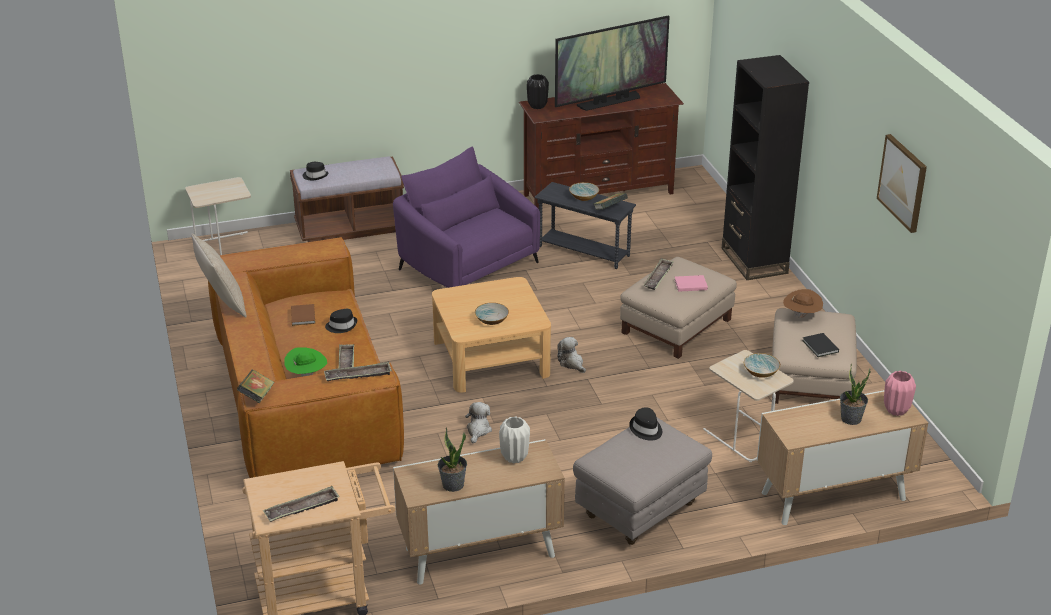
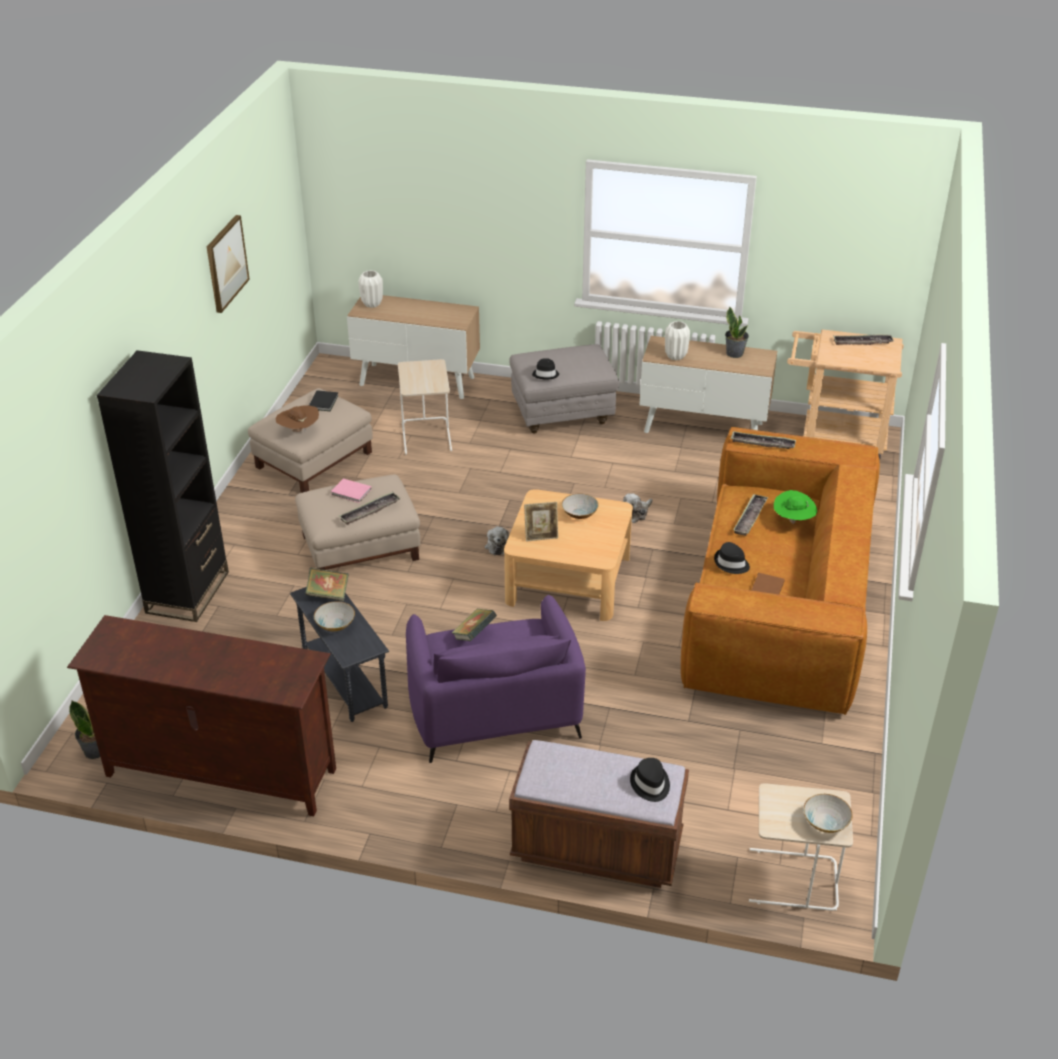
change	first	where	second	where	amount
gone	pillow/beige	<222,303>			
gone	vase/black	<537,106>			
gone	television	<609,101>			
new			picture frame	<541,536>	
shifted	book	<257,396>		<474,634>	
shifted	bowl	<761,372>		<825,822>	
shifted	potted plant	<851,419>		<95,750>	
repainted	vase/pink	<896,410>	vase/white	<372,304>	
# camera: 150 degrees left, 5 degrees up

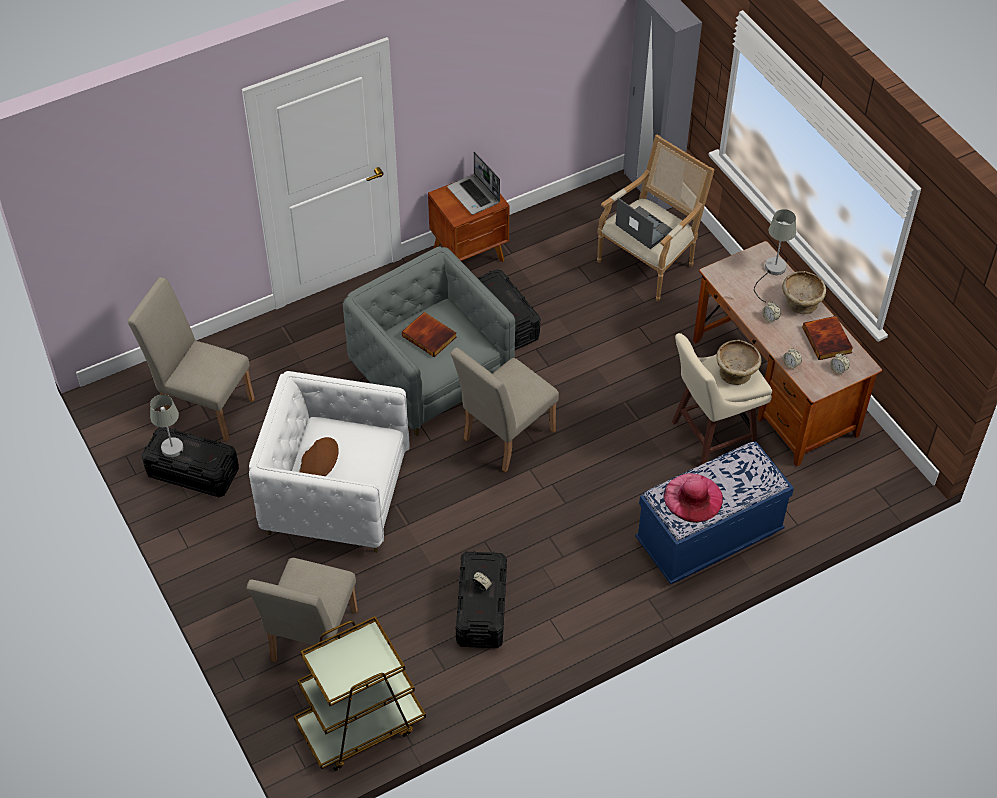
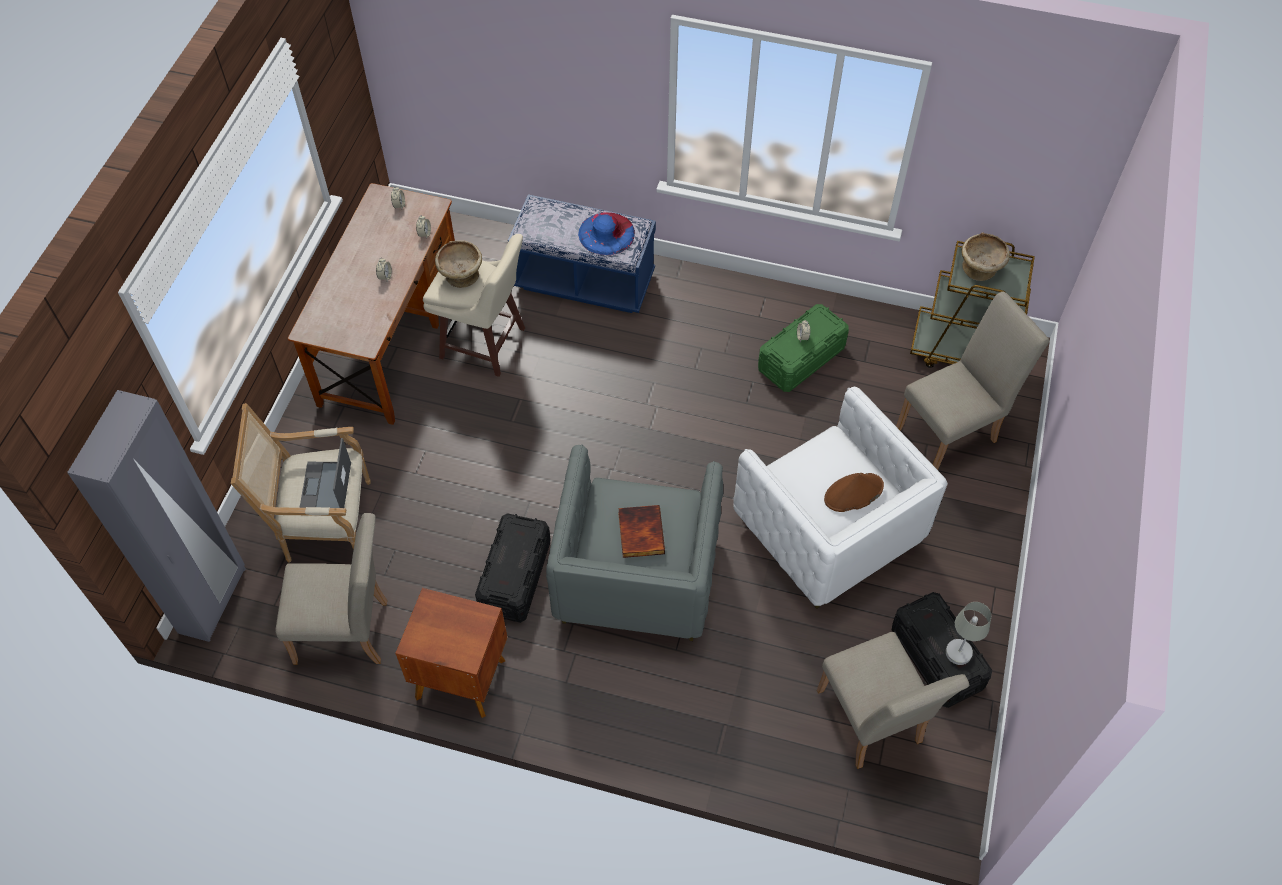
change	first	where	second	where	amount
gone	laptop	<474,195>			
gone	table lamp/grey	<772,271>			
gone	book	<828,340>			
shifted	chair/beige	<503,438>		<349,633>	
shifted	bowl/beige	<801,303>		<980,268>	
repainted	storage box/black	<481,609>	storage box/green	<801,358>	
repainted	hat/pink	<693,497>	hat/blue	<606,233>	
# camera: 135 degrees left, 5 degrees up

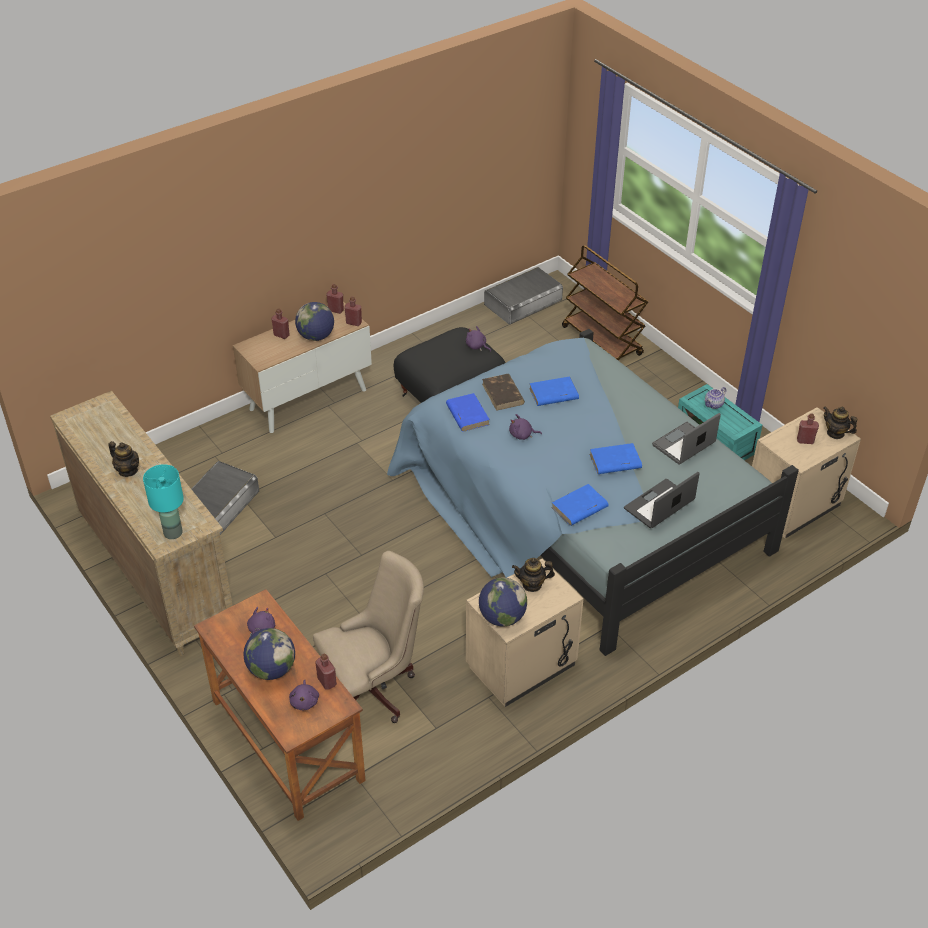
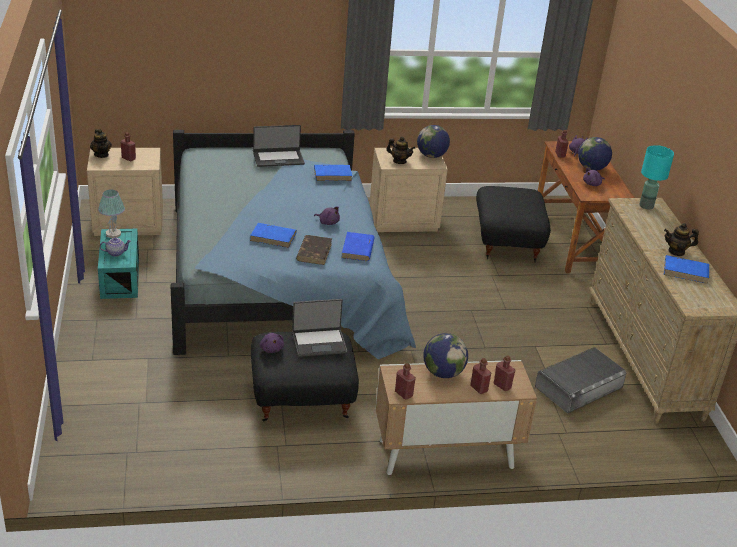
change	first	where	second	where	amount
gone	storage box/grey	<523,302>			
gone	cart/brown	<602,341>			
new			table lamp	<113,234>	
shifted	bottle/red	<353,323>		<502,386>	
shifted	book/blue	<614,461>		<686,271>	
shifted	laptop	<684,445>		<319,342>	
swapped	office chair/beige	<373,689>	ottoman/black	<506,242>	
rotated	teapot	<128,470>		<676,251>	60 degrees counterclockwise
# camera: 155 degrees left, 10 degrees down

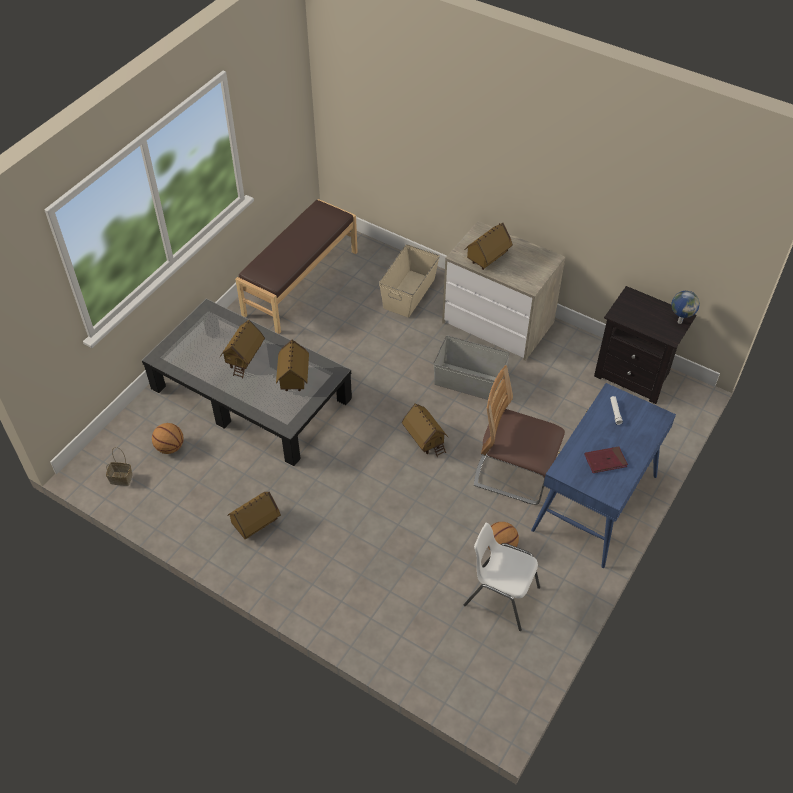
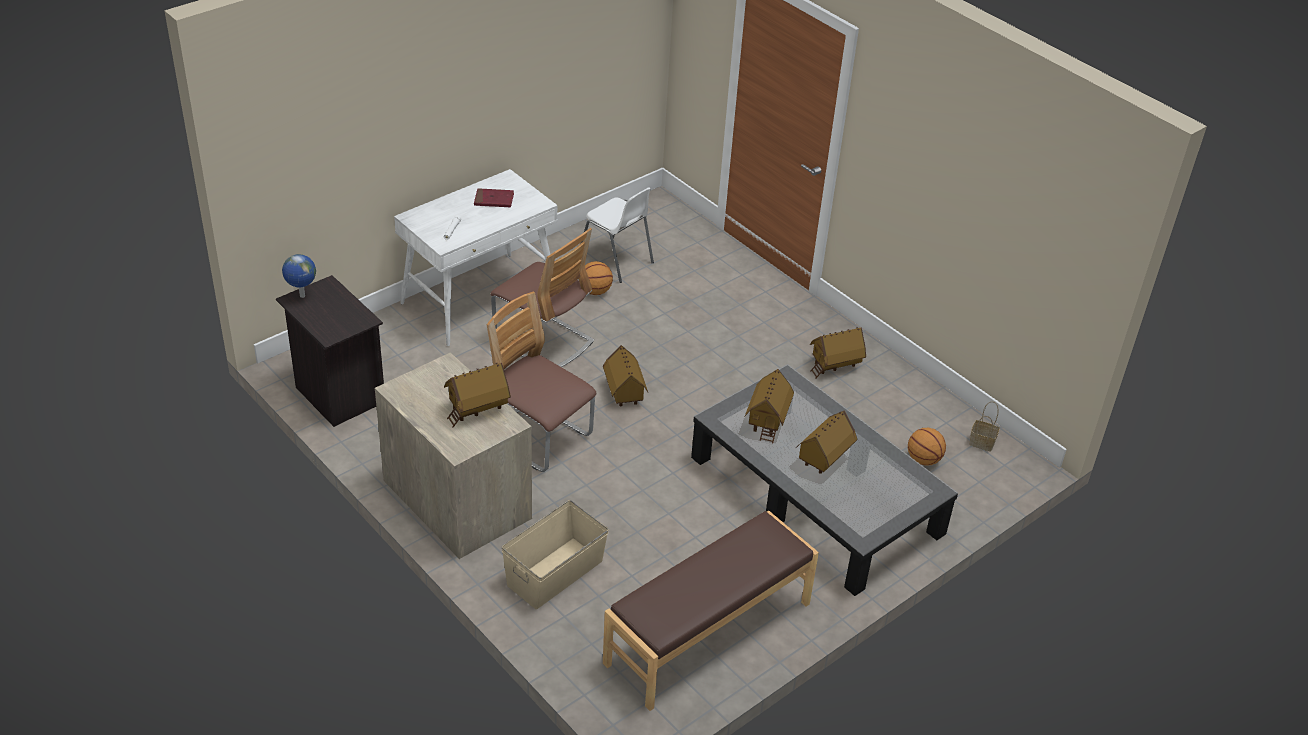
change	first	where	second	where	amount
swapped	storage box/grey	<469,382>	chair	<538,438>	
repainted	desk/blue	<595,504>	desk/white	<480,298>	
# camera: 165 degrees left, 10 degrees down

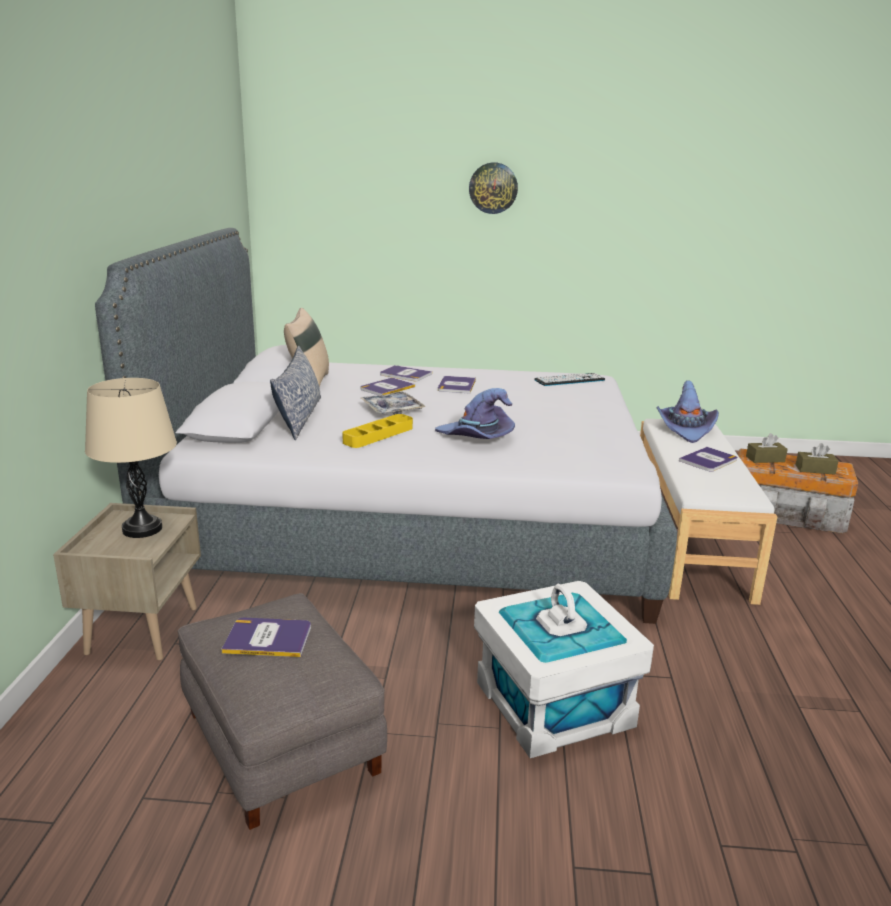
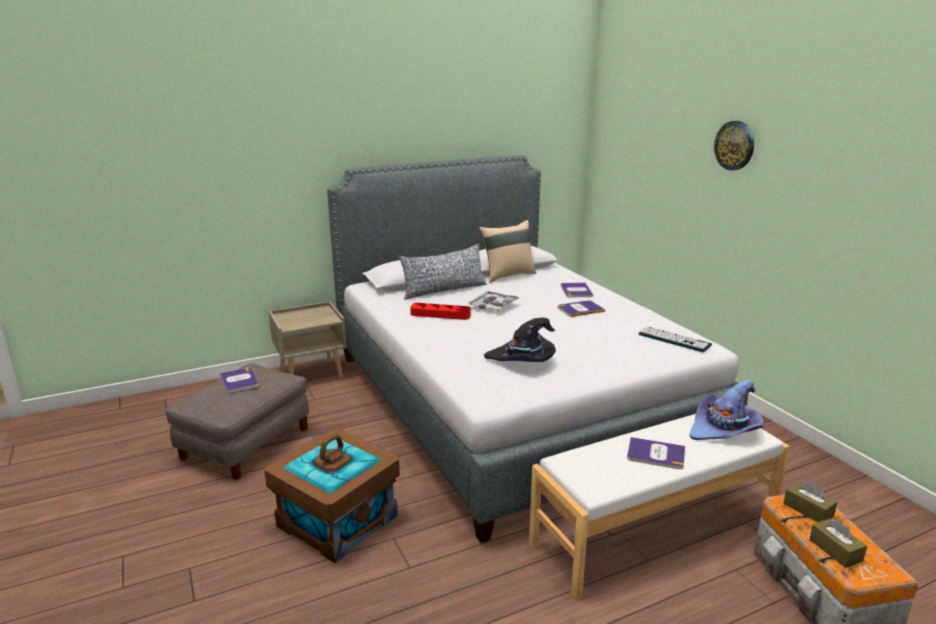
change	first	where	second	where	amount
gone	table lamp/beige	<142,529>			
gone	book	<387,388>			
gone	hat/purple	<476,438>			
new			hat/black	<522,360>	
repainted	tray/yellow	<378,435>	tray/red	<440,314>	
repainted	storage box/white	<553,704>	storage box/brown	<337,520>	
# camera: 60 degrees right, 0 degrees up

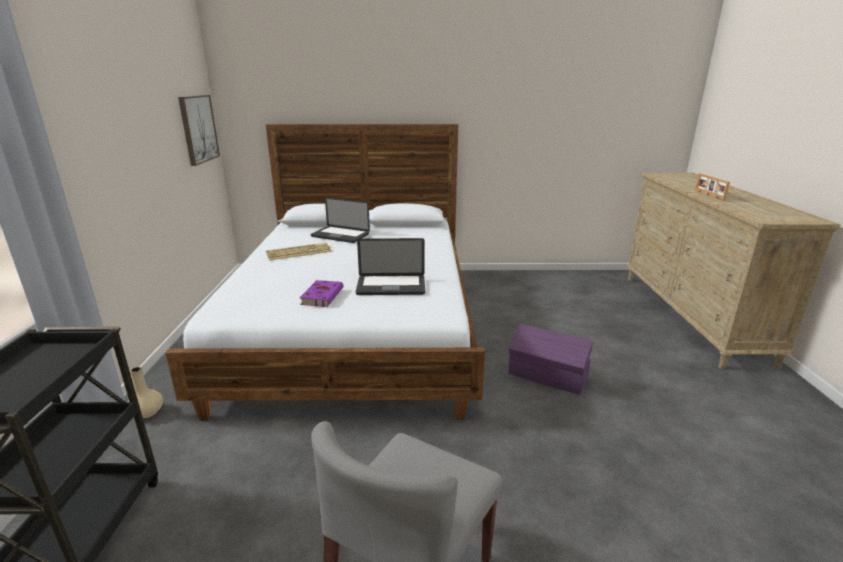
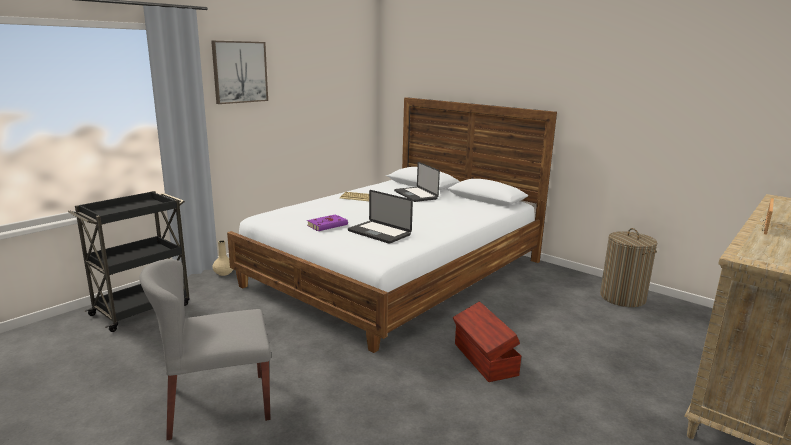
change	first	where	second	where	amount
new			laundry basket	<622,297>	
shifted	picture	<198,129>		<240,72>	
repainted	storage box/purple	<548,376>	storage box/brown	<484,359>	
# camera: 40 degrees right, 5 degrees down

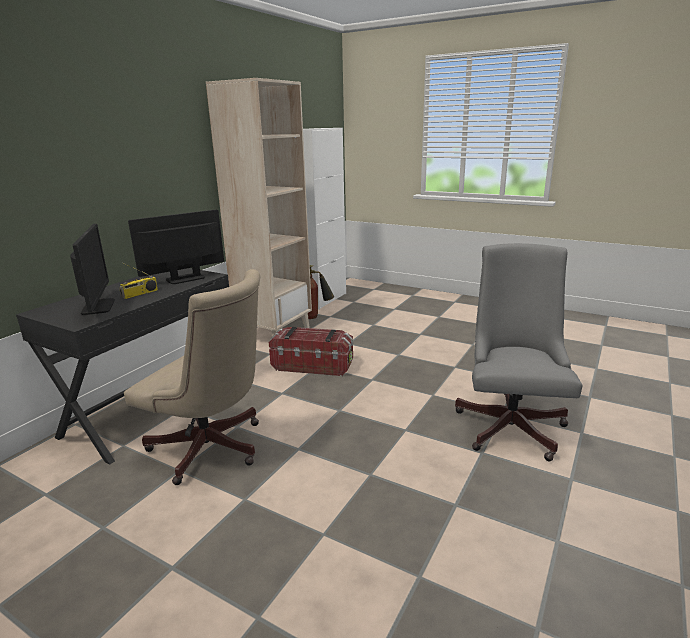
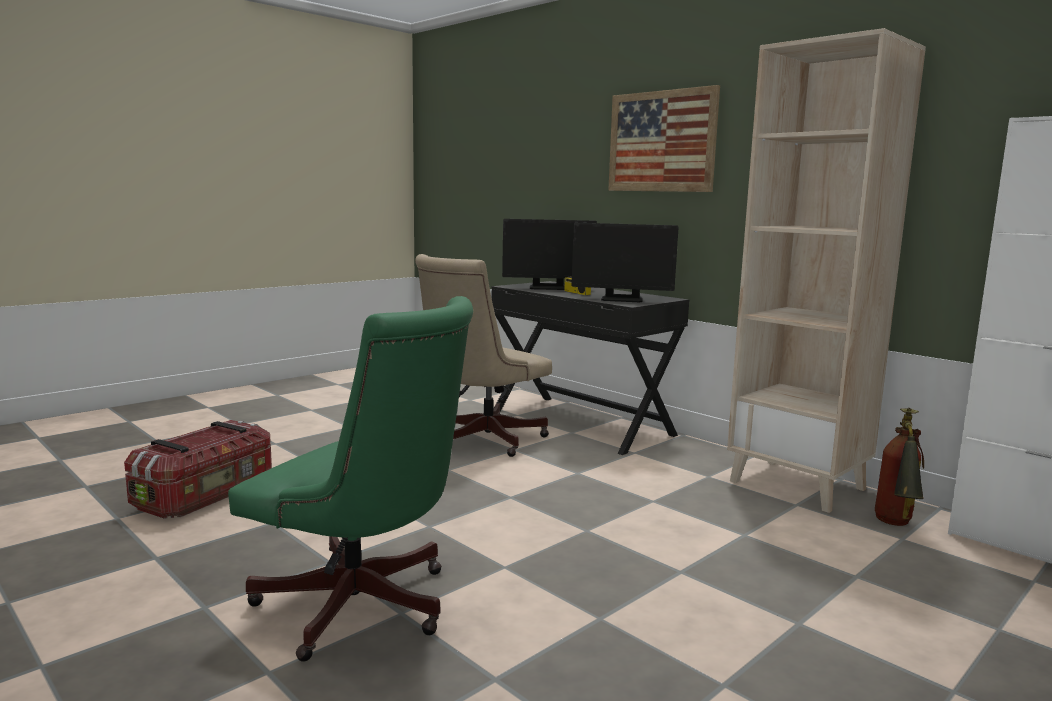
change	first	where	second	where	amount
new			picture	<661,141>	
shifted	storage box	<313,365>		<207,495>	
repainted	office chair/grey	<511,424>	office chair/green	<364,609>	
rotated	monitor	<185,278>		<622,299>	120 degrees clockwise
# camera: 105 degrees right, 10 degrees down

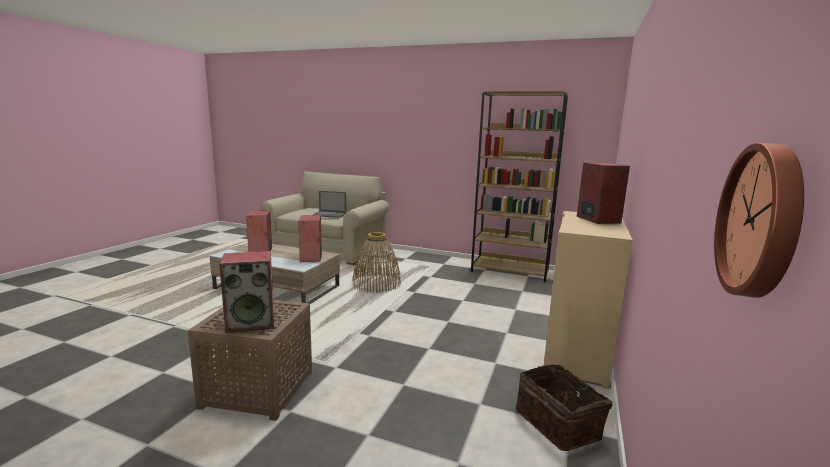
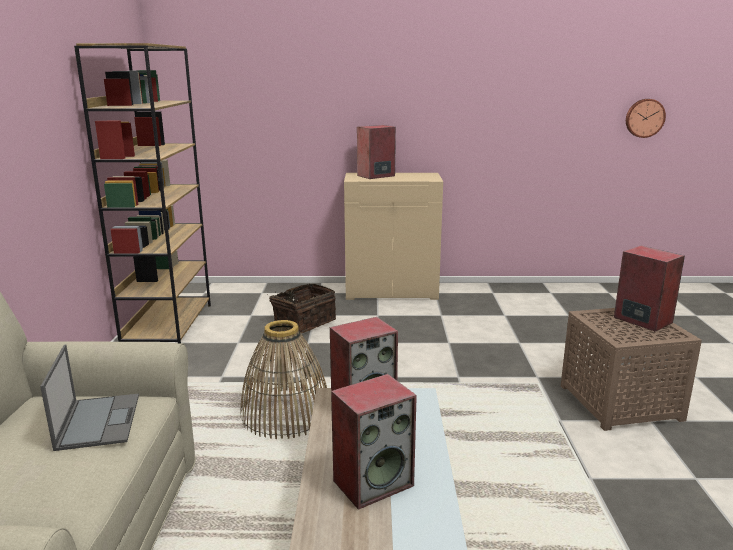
change	first	where	second	where	amount
shifted	basket	<559,423>		<303,323>	
# camera: 110 degrees left, 5 degrees up

